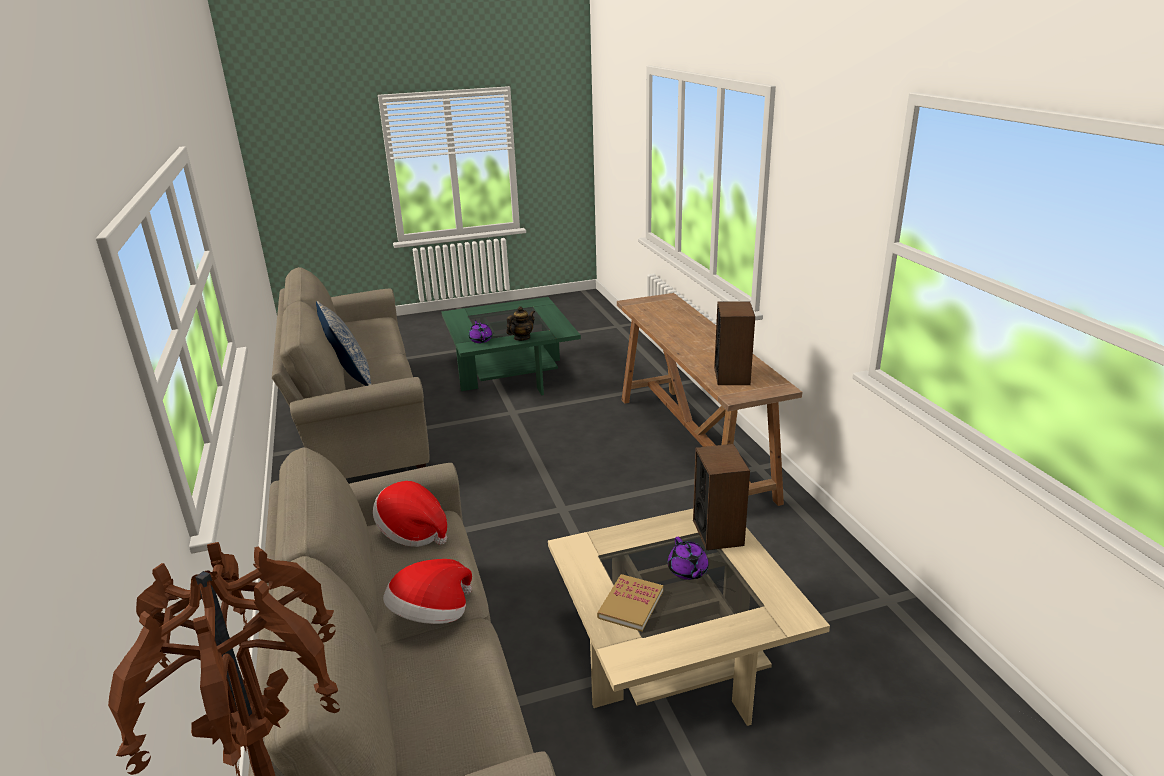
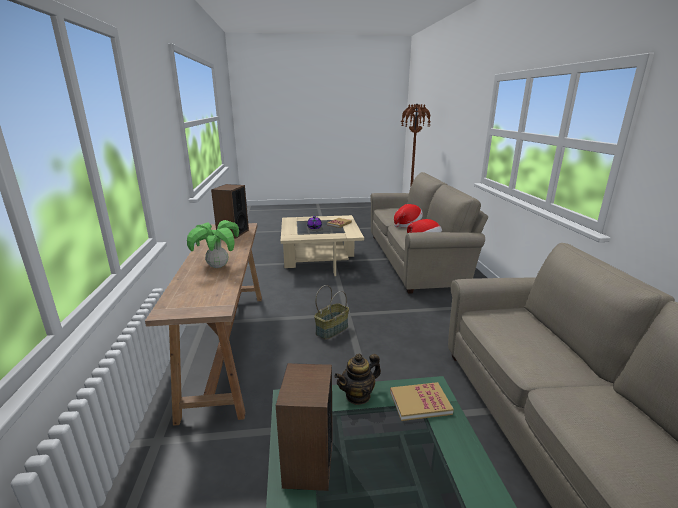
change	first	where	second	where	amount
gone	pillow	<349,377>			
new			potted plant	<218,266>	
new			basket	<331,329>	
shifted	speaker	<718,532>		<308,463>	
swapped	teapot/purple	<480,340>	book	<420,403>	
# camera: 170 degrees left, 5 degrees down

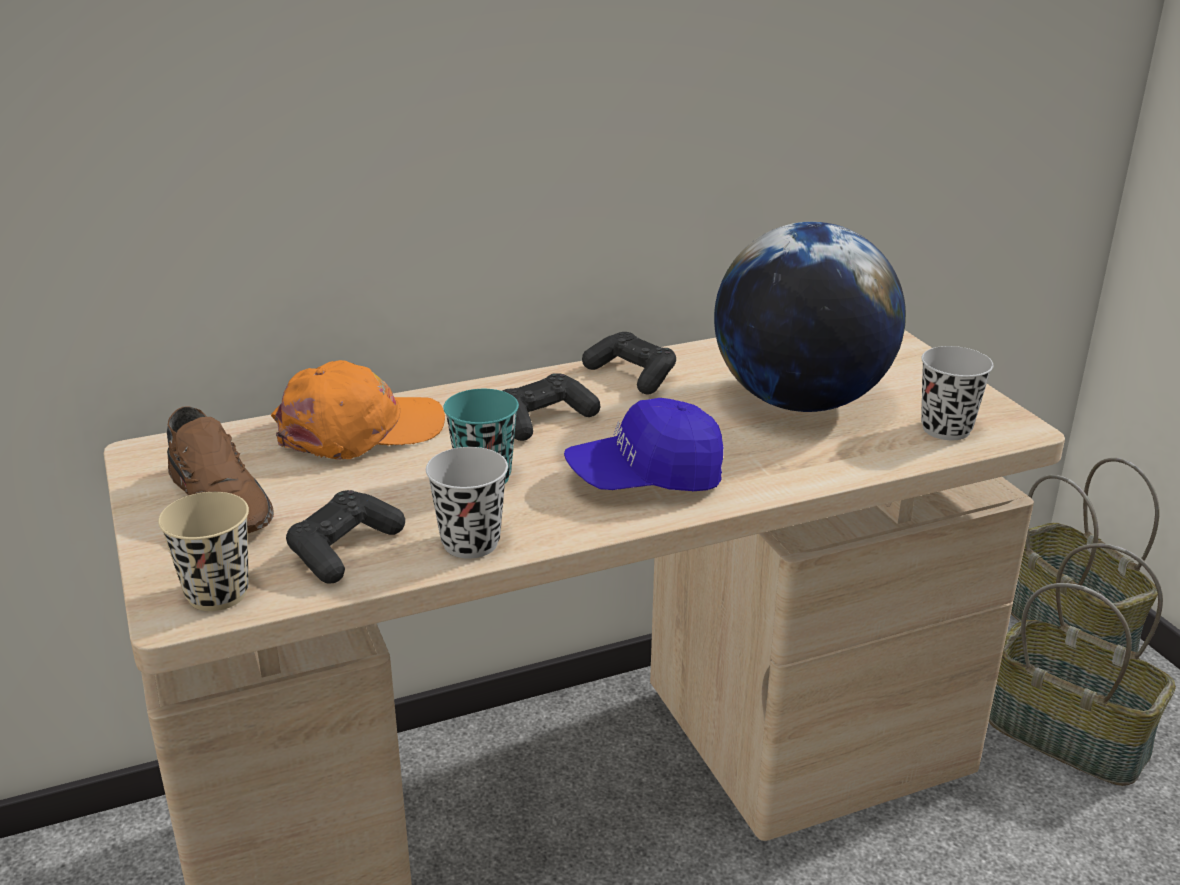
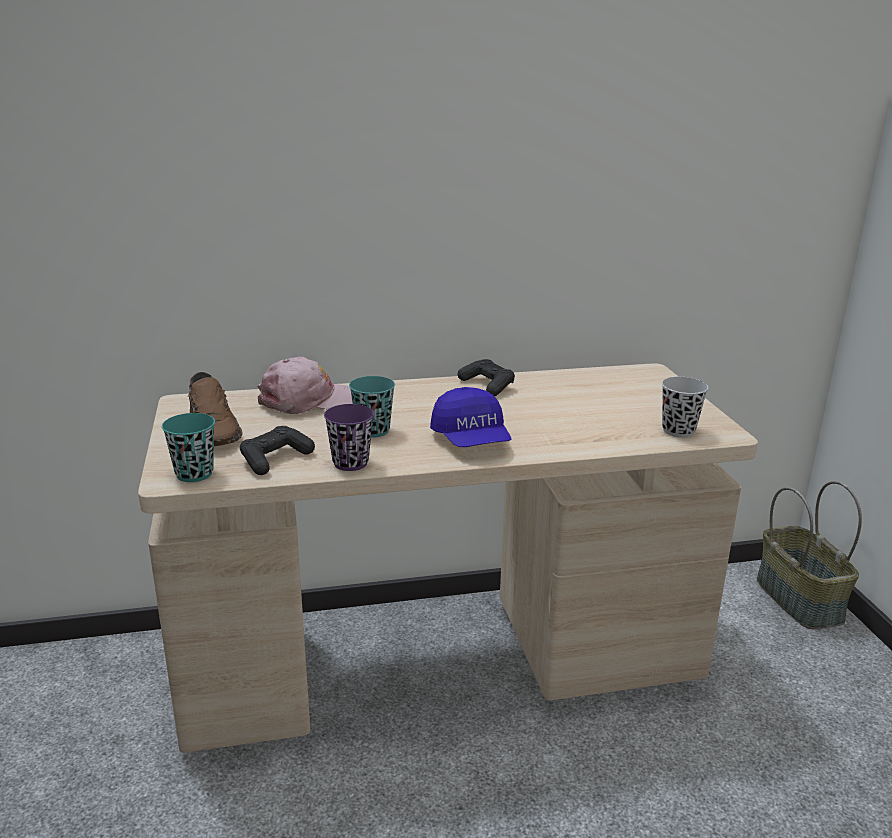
change	first	where	second	where	amount
gone	game controller/black	<544,420>			
gone	globe	<800,401>			
gone	basket	<1069,735>			
repainted	cup/beige	<217,594>	cup/turquoise	<194,474>	
repainted	cap/orange	<359,430>	cap/pink	<309,400>	
repainted	cup/black	<470,543>	cup/purple	<350,463>	
rotated	cap/blue	<645,479>		<471,440>	105 degrees counterclockwise
# camera: 10 degrees right, 5 degrees down

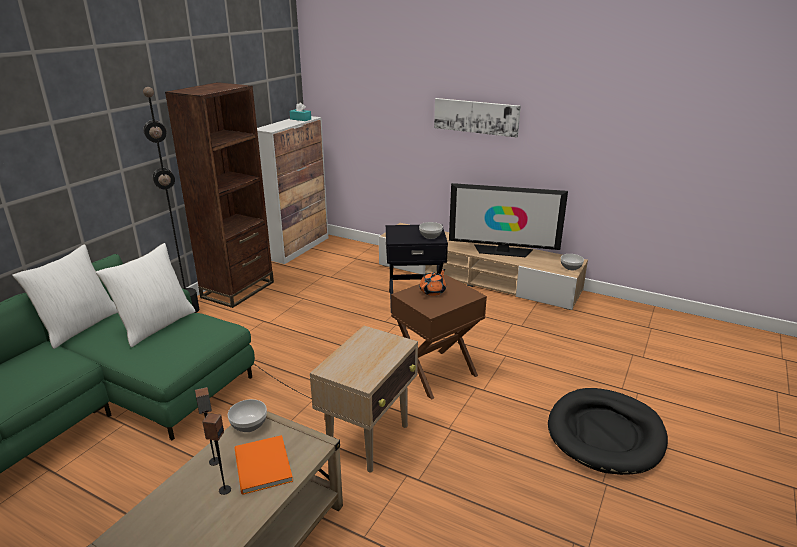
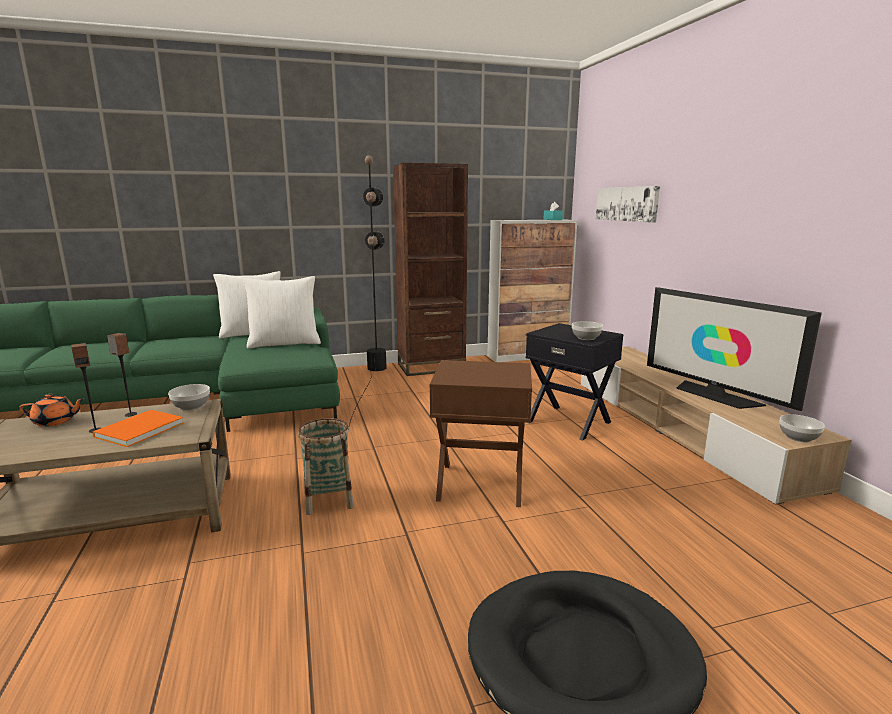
change	first	where	second	where	amount
shifted	teapot/orange	<433,291>		<55,421>	
shifted	picture	<476,116>		<626,204>	
swapped	side table/beige	<369,439>	basket	<328,500>	
# camera: 45 degrees right, 10 degrees down

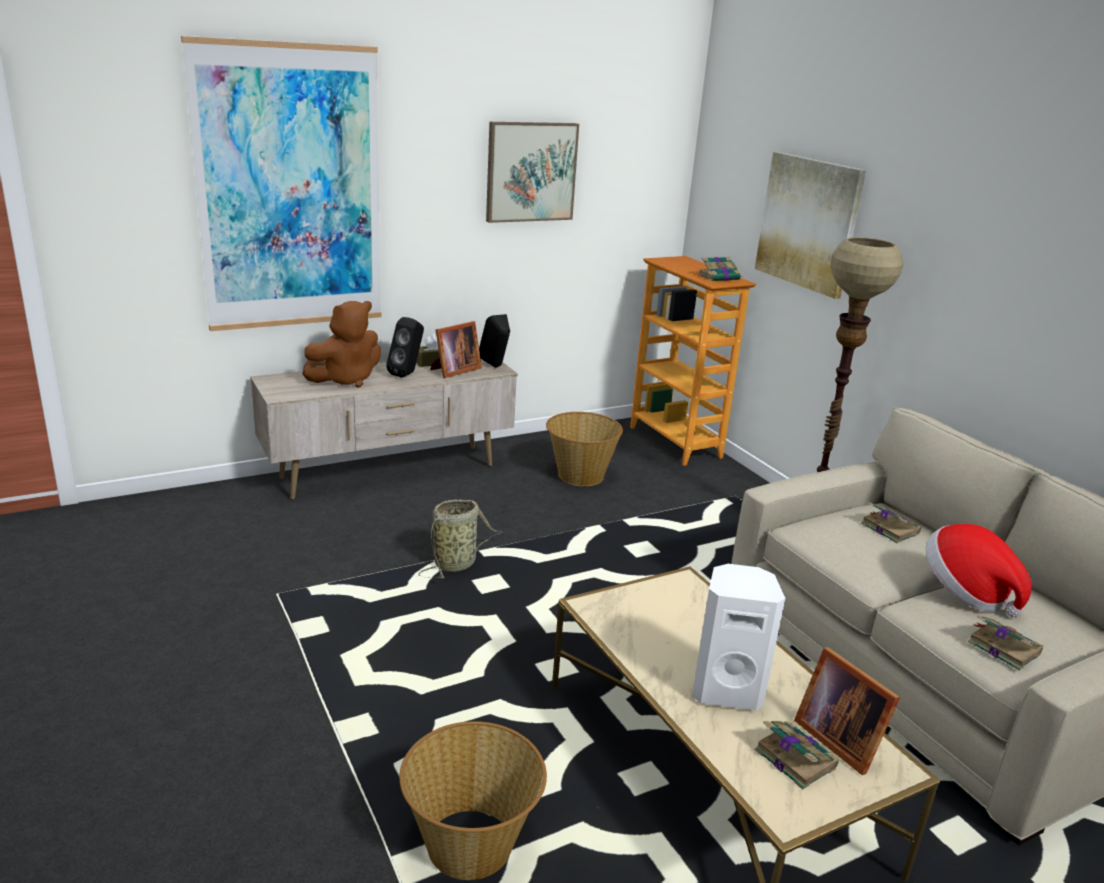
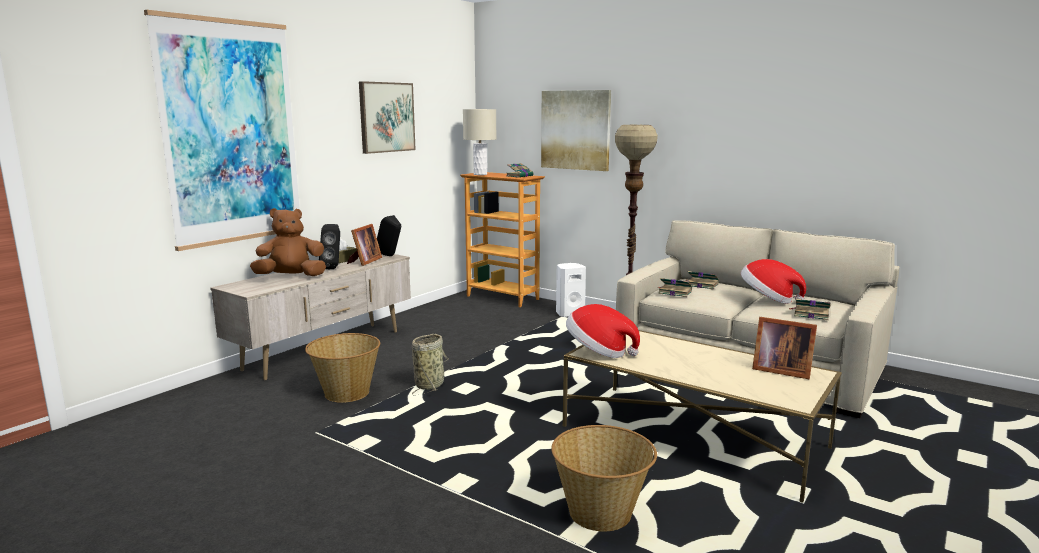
change	first	where	second	where	amount
new			table lamp/beige	<480,174>	
new			hat	<598,352>	
shifted	basket	<580,475>		<346,393>	
shifted	speaker/white	<726,690>		<569,313>	
shifted	book	<793,757>		<674,292>	
rotated	plush toy/brown	<346,379>		<291,277>	135 degrees counterclockwise
# camera: 25 degrees left, 10 degrees down

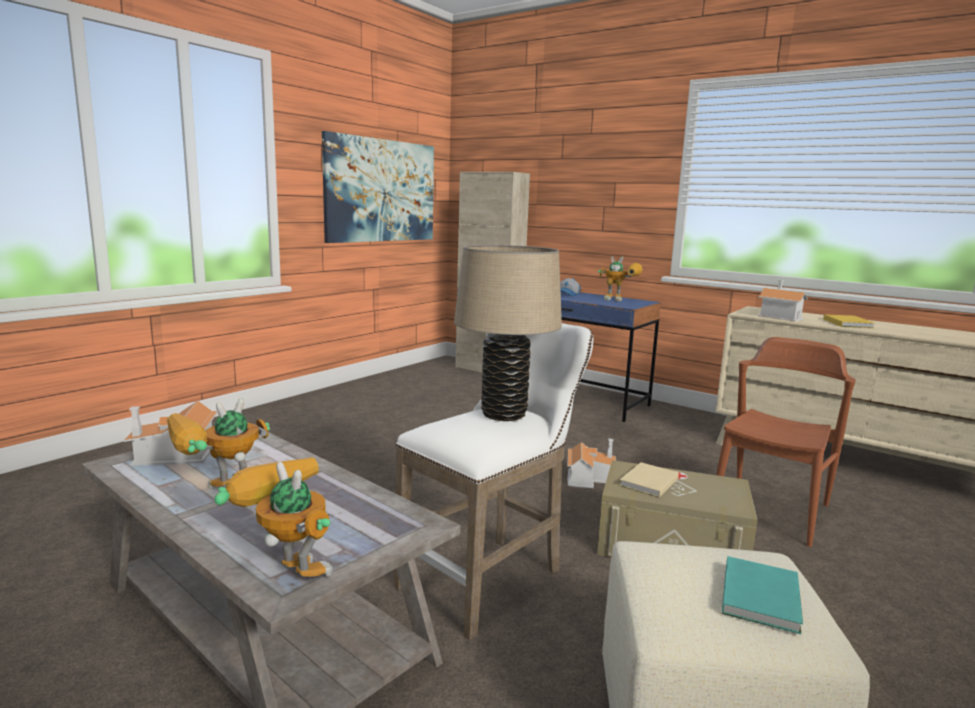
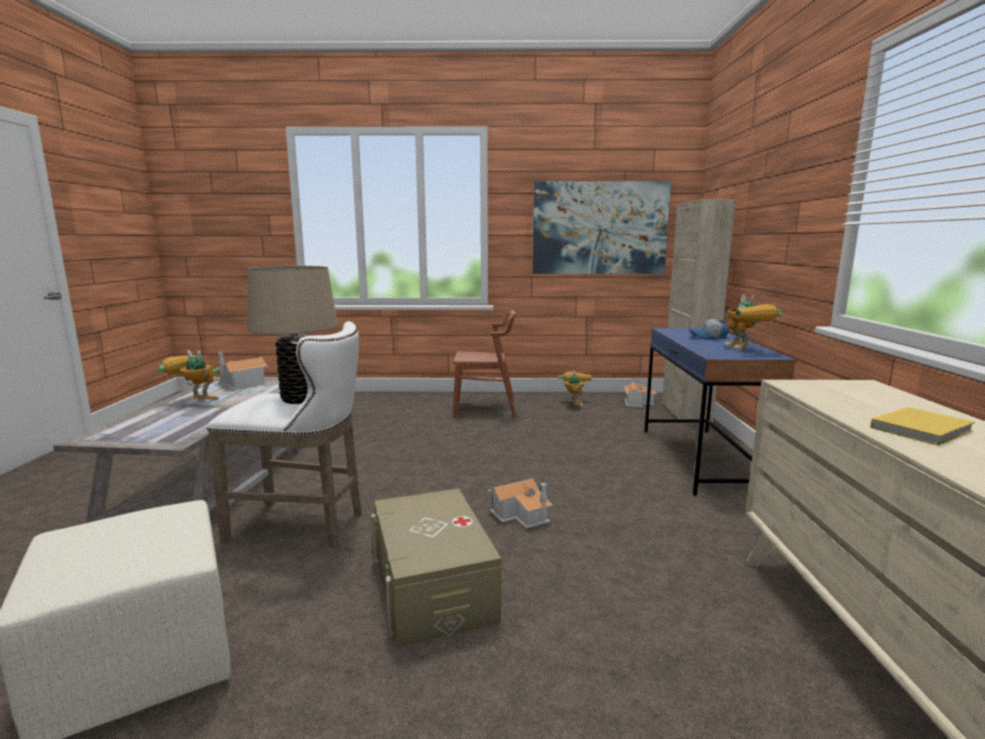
change	first	where	second	where	amount
gone	book/beige	<647,482>			
gone	book/turquoise	<762,596>			
shifted	toy robot	<285,569>		<573,403>	
shifted	chair/brown	<770,510>		<485,408>	
shifted	toy house	<779,316>		<638,402>	
# camera: 55 degrees right, 0 degrees up

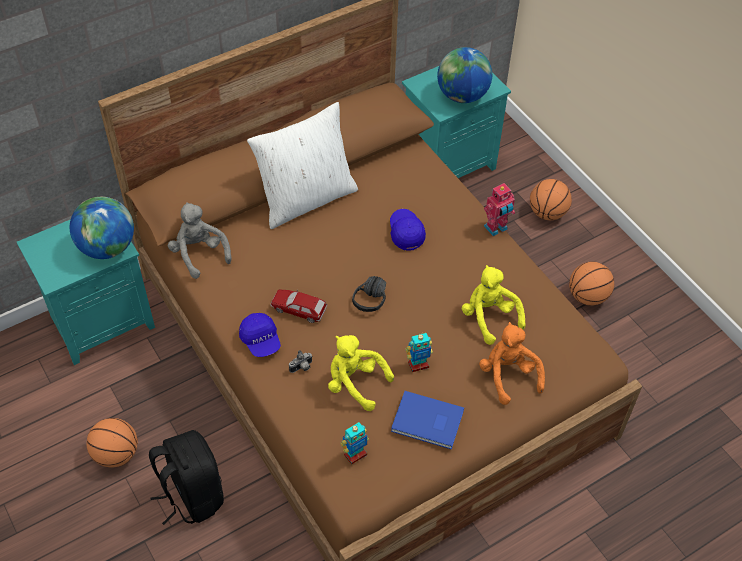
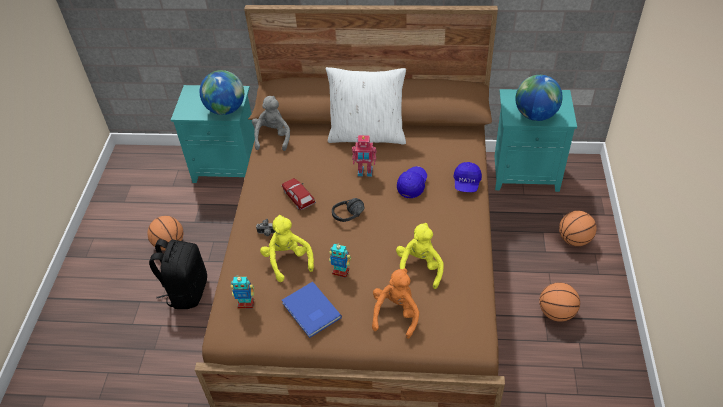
change	first	where	second	where	amount
shifted	cap/blue	<261,340>		<466,183>	
shifted	toy robot	<496,228>		<365,172>	
# camera: 40 degrees right, 5 degrees down

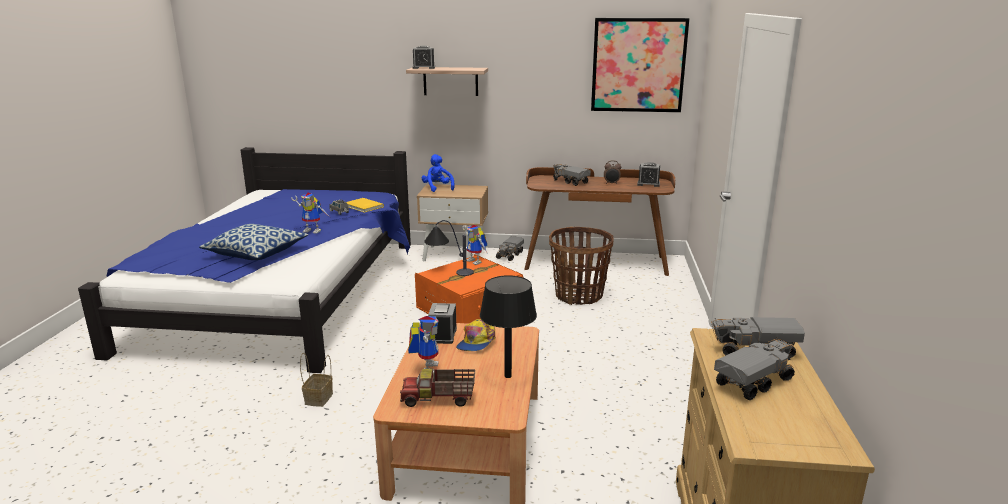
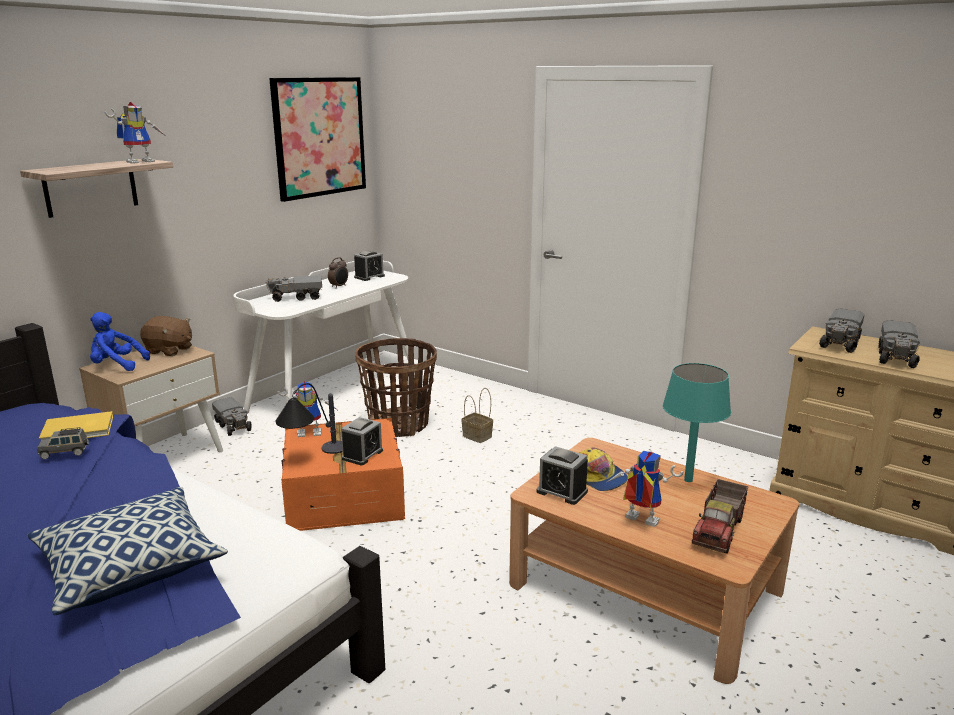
change	first	where	second	where	amount
new			plush toy/brown	<169,350>	
shifted	toy robot	<314,230>		<141,161>	
shifted	basket	<319,399>		<478,436>	
shifted	alarm clock	<424,68>		<362,455>	
repainted	table lamp/black	<507,376>	table lamp/turquoise	<688,480>	
repainted	desk/brown	<595,262>	desk/white	<334,390>	
rotated	toy truck	<754,382>		<896,357>	150 degrees counterclockwise
# camera: 60 degrees left, 0 degrees up

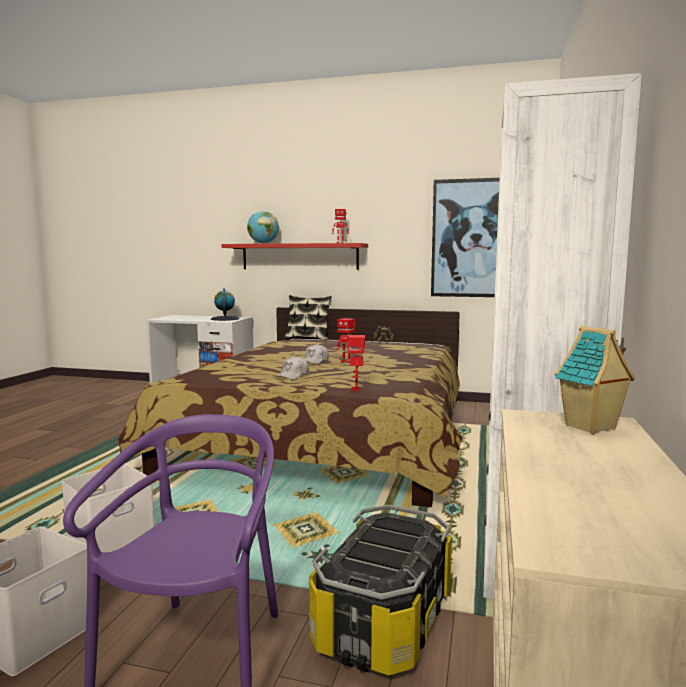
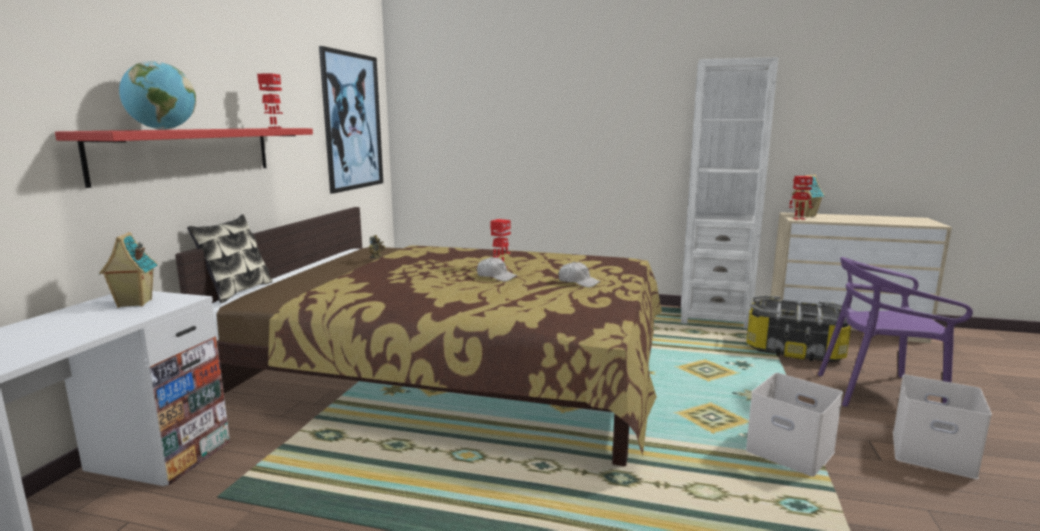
change	first	where	second	where	amount
shifted	toy robot	<356,389>		<798,219>	
swapped	globe	<225,319>	toy house	<133,303>	
# camera: 90 degrees left, 5 degrees up

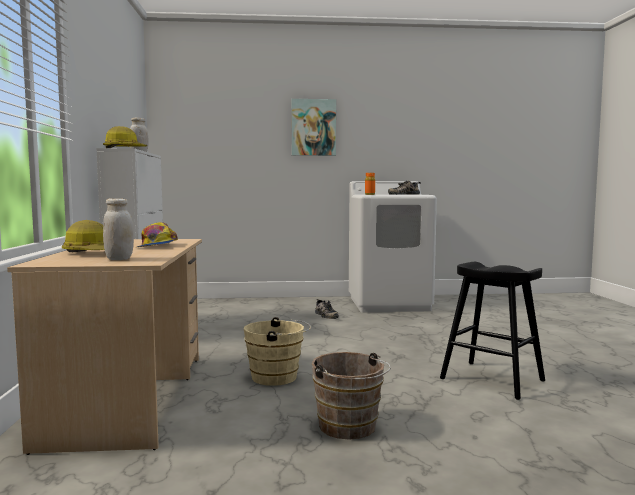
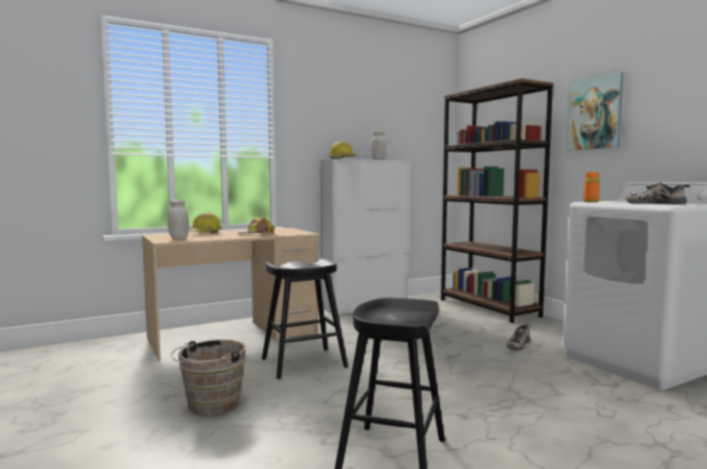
change	first	where	second	where	amount
new			bookcase/brown	<488,308>	
swapped	bucket/beige	<278,377>	stool/black	<304,363>	
# camera: 65 degrees right, 0 degrees up

